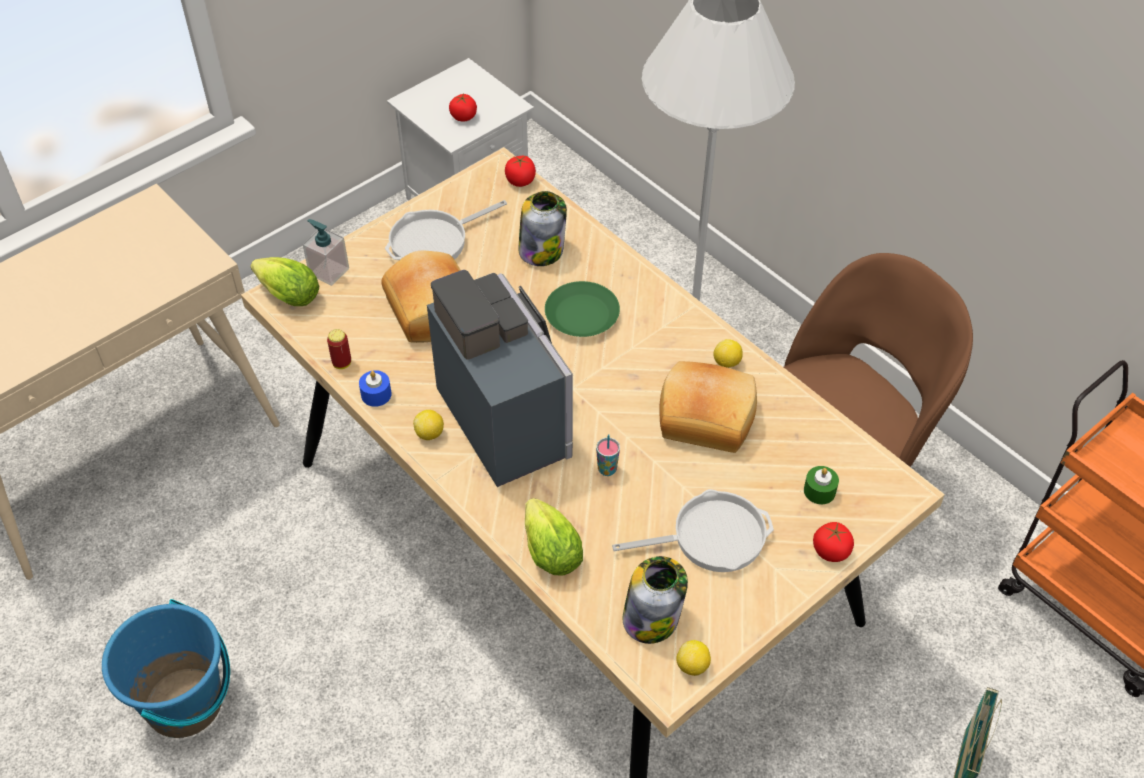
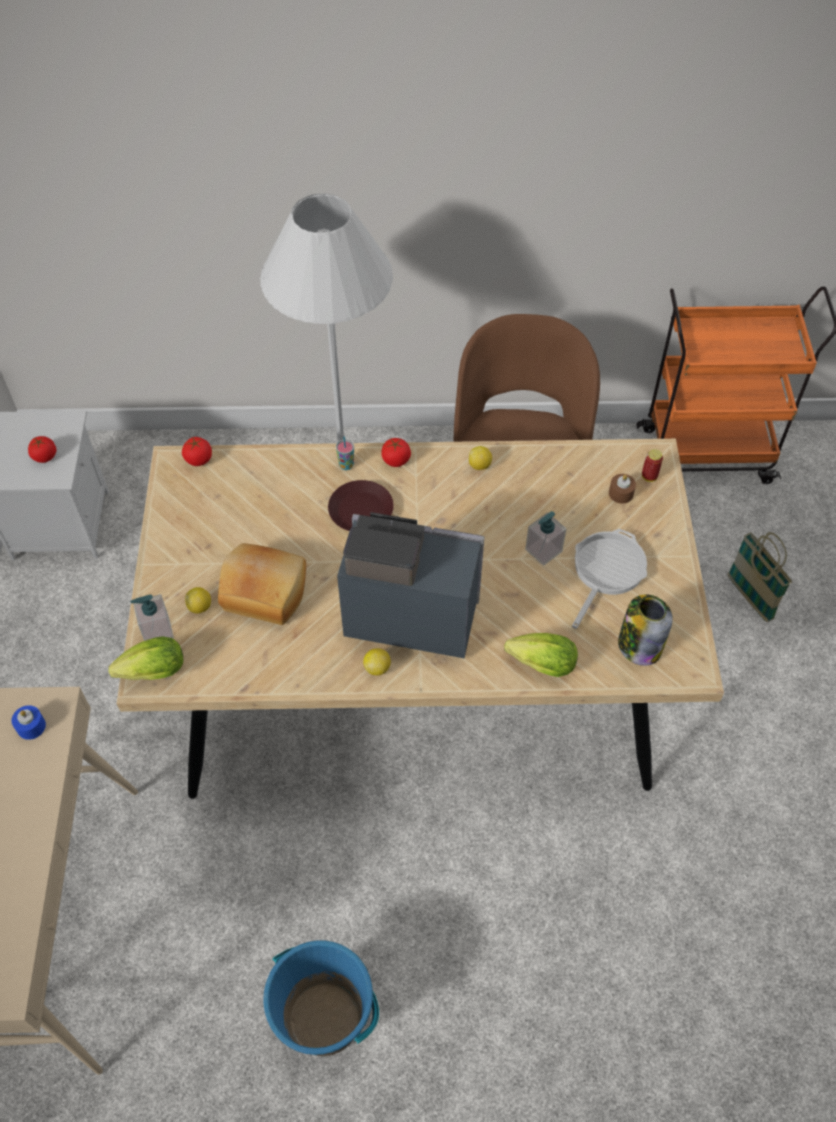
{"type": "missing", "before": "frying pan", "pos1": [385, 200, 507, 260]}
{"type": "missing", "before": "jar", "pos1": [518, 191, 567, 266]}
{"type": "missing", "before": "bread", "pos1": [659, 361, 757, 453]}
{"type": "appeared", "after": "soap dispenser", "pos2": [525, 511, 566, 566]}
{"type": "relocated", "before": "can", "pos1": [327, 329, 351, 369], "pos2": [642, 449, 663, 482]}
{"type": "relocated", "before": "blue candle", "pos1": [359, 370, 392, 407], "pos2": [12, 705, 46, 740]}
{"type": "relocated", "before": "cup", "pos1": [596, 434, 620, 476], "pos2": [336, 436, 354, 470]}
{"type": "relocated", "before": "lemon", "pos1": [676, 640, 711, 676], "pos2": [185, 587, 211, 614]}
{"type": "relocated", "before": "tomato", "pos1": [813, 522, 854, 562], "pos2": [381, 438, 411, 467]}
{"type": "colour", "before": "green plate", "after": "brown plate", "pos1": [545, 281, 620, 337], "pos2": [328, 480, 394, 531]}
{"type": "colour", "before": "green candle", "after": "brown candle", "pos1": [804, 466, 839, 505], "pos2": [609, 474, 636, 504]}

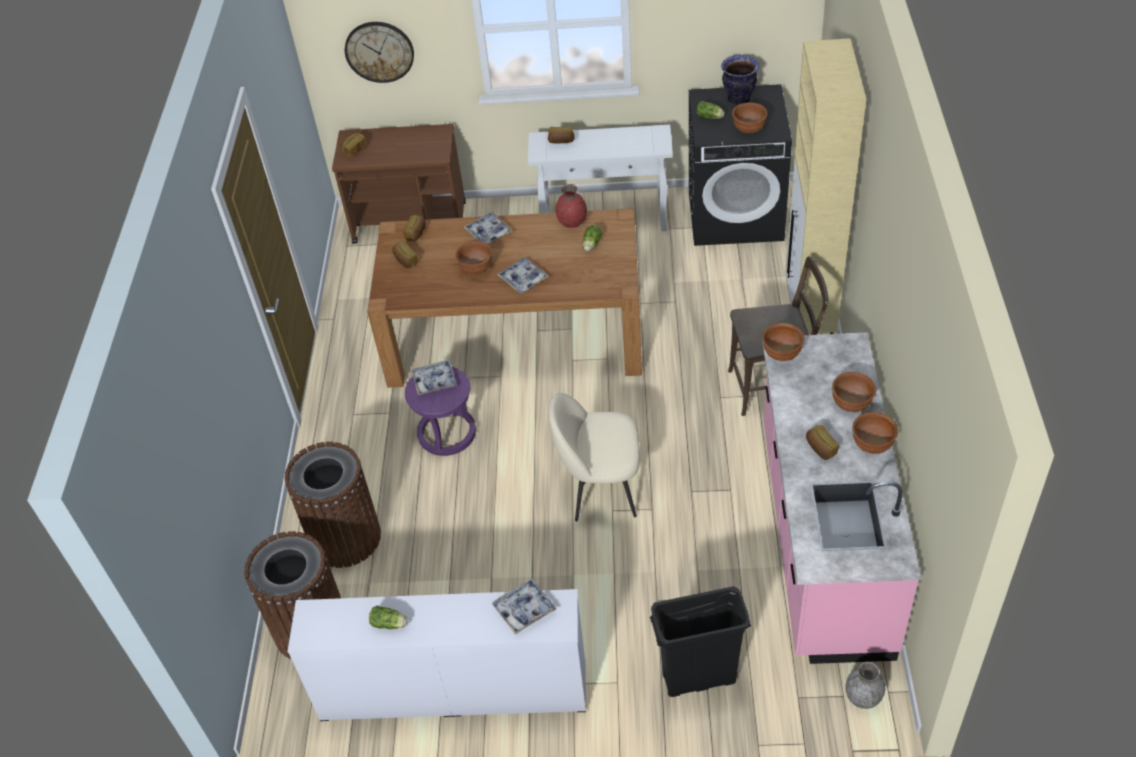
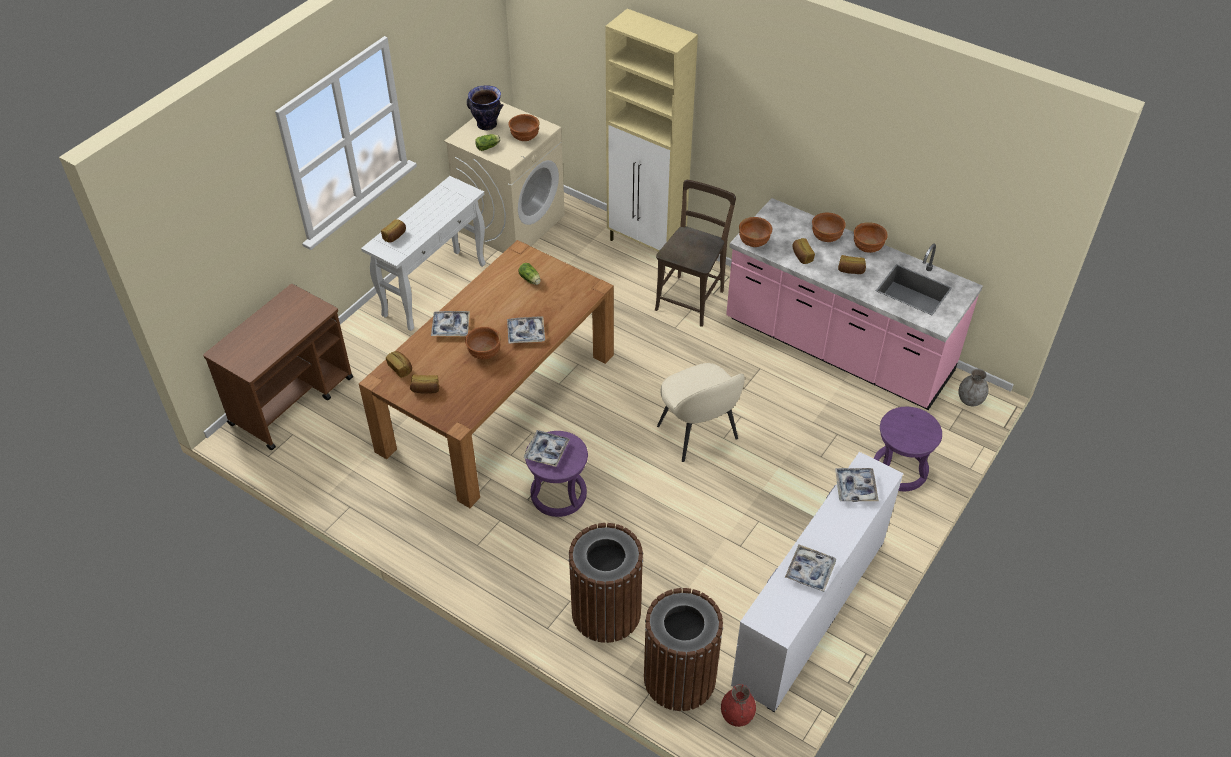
{"type": "missing", "before": "wall clock", "pos1": [345, 22, 414, 83]}
{"type": "relocated", "before": "bread", "pos1": [341, 133, 367, 157], "pos2": [792, 238, 815, 264]}
{"type": "relocated", "before": "red vase", "pos1": [556, 184, 587, 228], "pos2": [721, 684, 756, 727]}
{"type": "exchanged", "before": "lettuce", "after": "tray", "pos1": [369, 606, 408, 629], "pos2": [785, 545, 836, 592]}
{"type": "exchanged", "before": "black trash can", "after": "purple stool", "pos1": [650, 586, 751, 697], "pos2": [874, 407, 942, 491]}
{"type": "colour", "before": "black washing machine", "after": "beige washing machine", "pos1": [689, 84, 792, 246], "pos2": [444, 101, 565, 253]}
{"type": "spun", "before": "beige chair", "pos1": [549, 393, 640, 522], "pos2": [657, 363, 745, 462], "turn": -60}

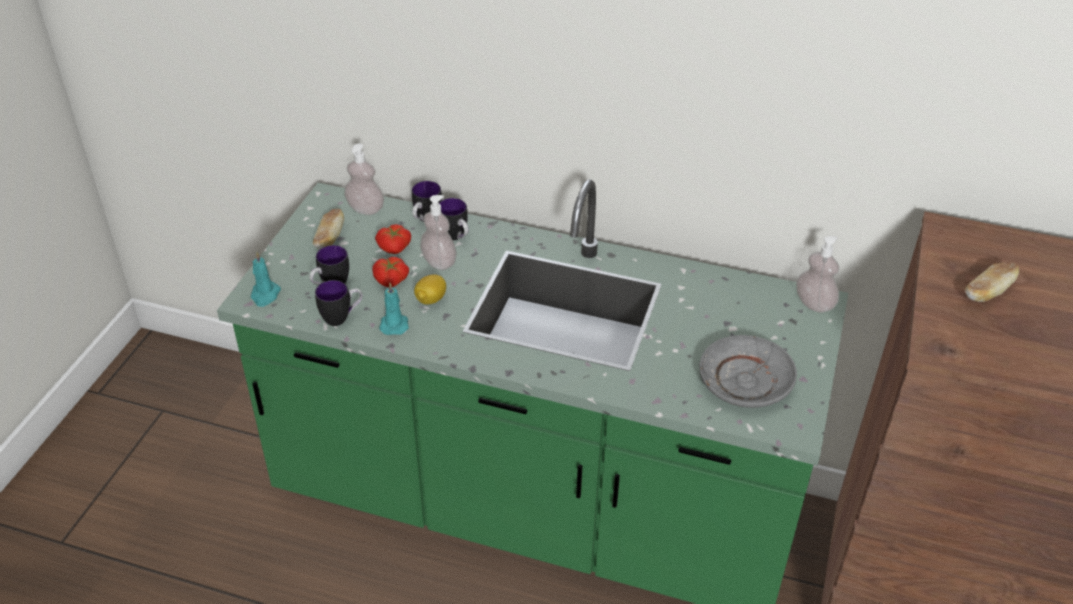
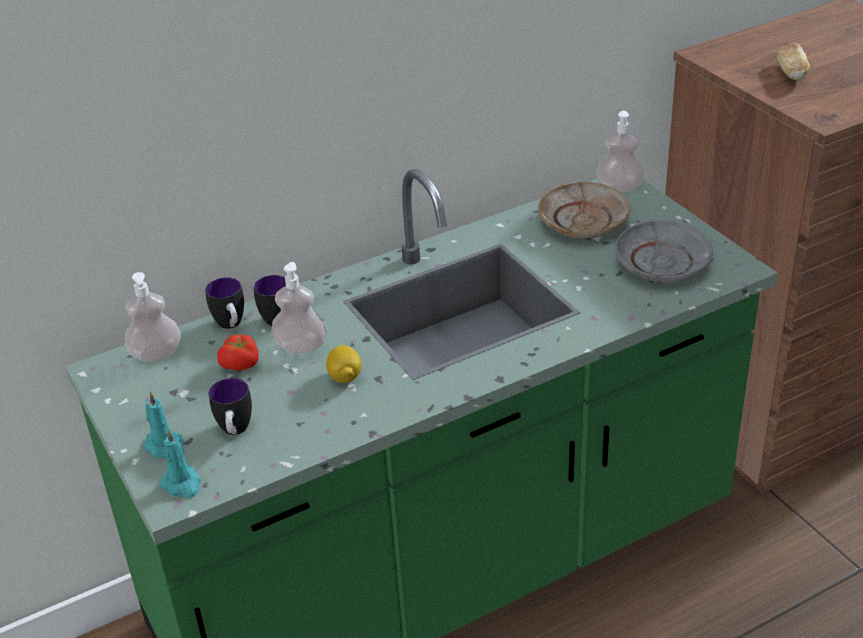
{"type": "missing", "before": "bread", "pos1": [313, 209, 344, 249]}
{"type": "missing", "before": "mug", "pos1": [315, 280, 363, 326]}
{"type": "missing", "before": "tomato", "pos1": [372, 257, 409, 287]}
{"type": "appeared", "after": "beige plate", "pos2": [538, 182, 630, 238]}
{"type": "relocated", "before": "turquoise candle", "pos1": [379, 283, 409, 335], "pos2": [144, 391, 184, 458]}

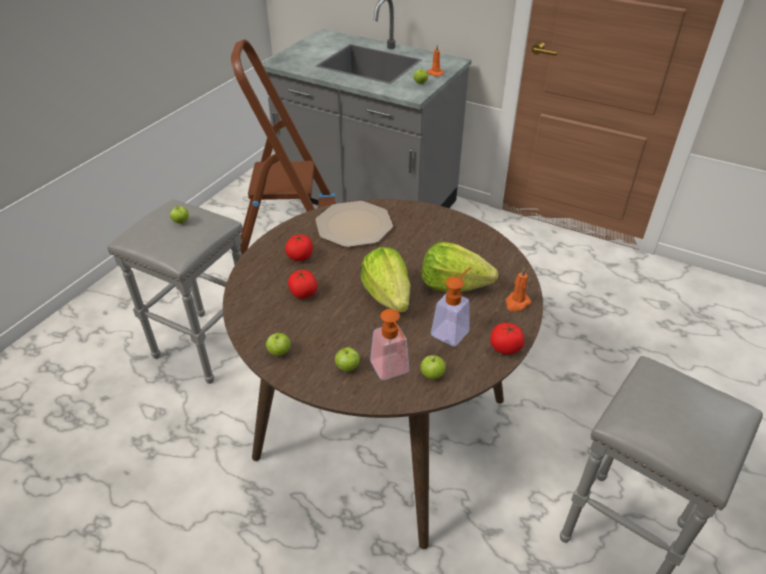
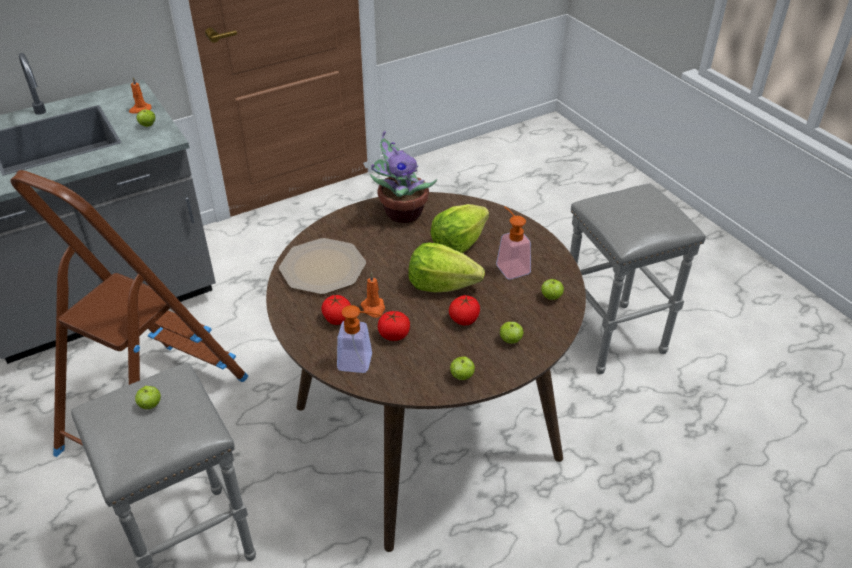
{"type": "appeared", "after": "potted plant", "pos2": [370, 131, 437, 223]}
{"type": "relocated", "before": "soap dispenser", "pos1": [370, 309, 409, 380], "pos2": [337, 305, 382, 373]}
{"type": "relocated", "before": "tomato", "pos1": [490, 323, 525, 355], "pos2": [449, 295, 480, 325]}
{"type": "relocated", "before": "orange candle", "pos1": [505, 267, 531, 311], "pos2": [361, 273, 385, 318]}

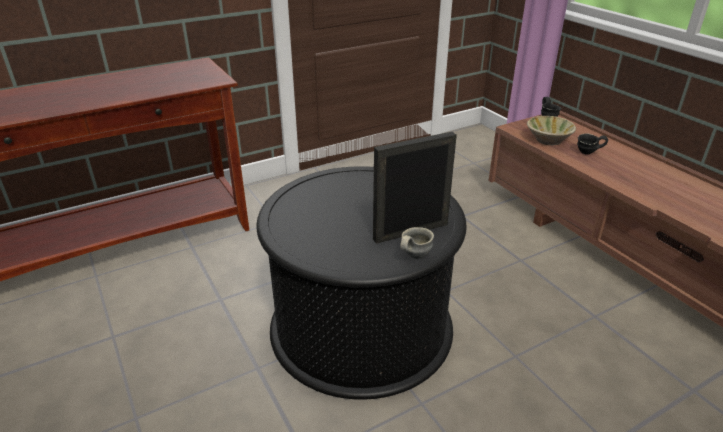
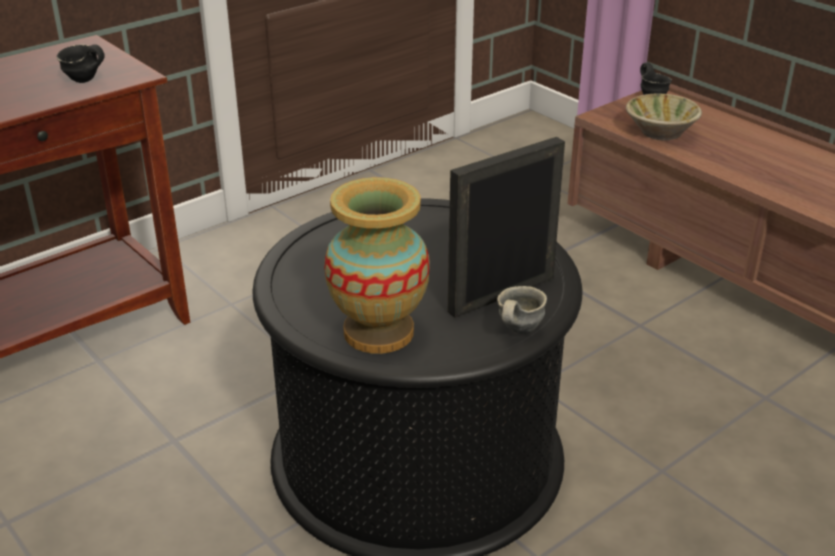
{"type": "appeared", "after": "vase", "pos2": [324, 177, 430, 354]}
{"type": "relocated", "before": "black mug", "pos1": [577, 133, 608, 155], "pos2": [57, 44, 104, 83]}

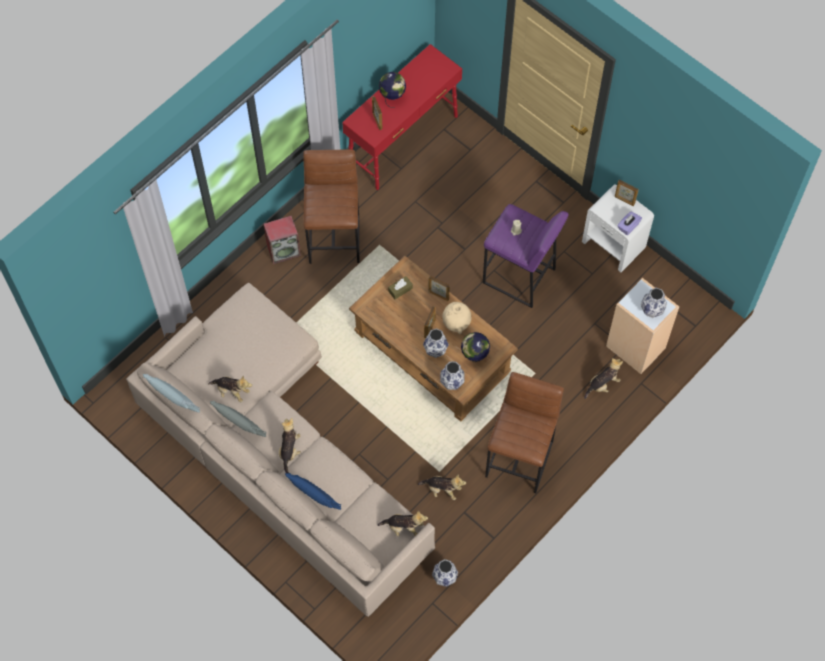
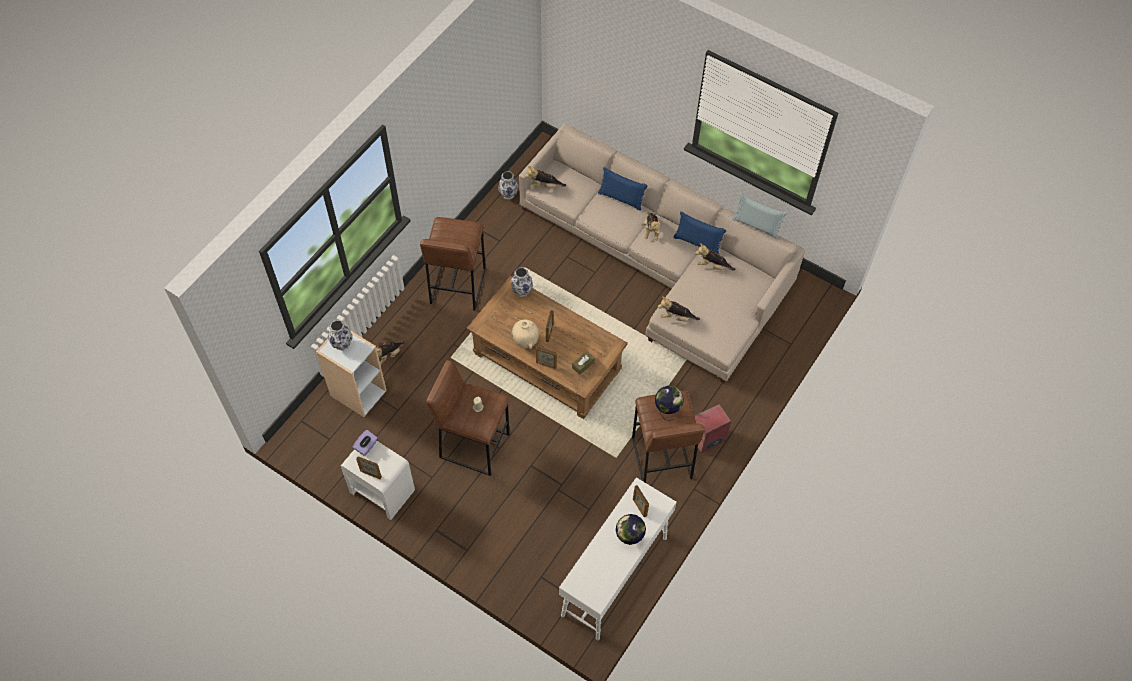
{"type": "missing", "before": "vase", "pos1": [423, 328, 449, 358]}
{"type": "relocated", "before": "plush toy", "pos1": [418, 475, 466, 500], "pos2": [658, 296, 700, 321]}
{"type": "relocated", "before": "globe", "pos1": [461, 332, 490, 363], "pos2": [655, 386, 683, 421]}
{"type": "colour", "before": "grey pillow", "after": "blue pillow", "pos1": [210, 401, 266, 437], "pos2": [673, 212, 726, 254]}
{"type": "colour", "before": "red console table", "after": "white console table", "pos1": [342, 44, 462, 190], "pos2": [559, 477, 676, 640]}
{"type": "colour", "before": "purple stool", "after": "brown stool", "pos1": [483, 204, 568, 308], "pos2": [426, 360, 509, 476]}

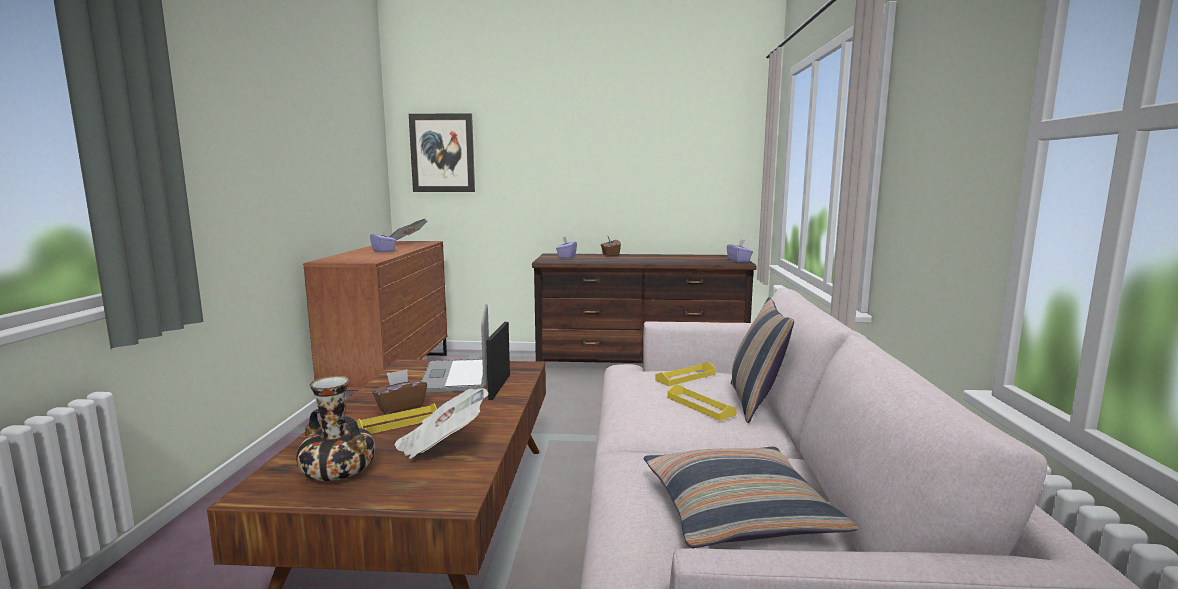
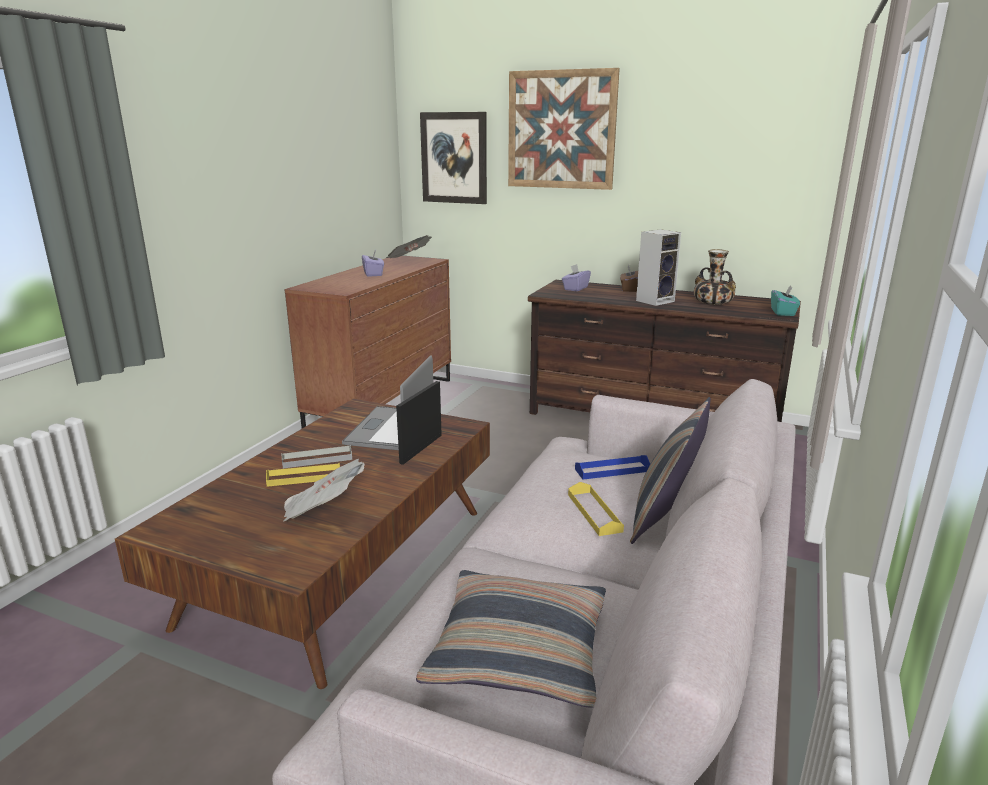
{"type": "appeared", "after": "picture", "pos2": [508, 68, 620, 190]}
{"type": "appeared", "after": "speaker", "pos2": [636, 229, 681, 306]}
{"type": "relocated", "before": "vase", "pos1": [296, 376, 375, 481], "pos2": [694, 249, 736, 305]}
{"type": "exchanged", "before": "brown tissue box", "after": "grey tray", "pos1": [372, 369, 427, 415], "pos2": [281, 445, 352, 468]}
{"type": "colour", "before": "yellow tray", "after": "blue tray", "pos1": [655, 362, 716, 386], "pos2": [575, 455, 650, 480]}
{"type": "colour", "before": "purple tissue box", "after": "turquoise tissue box", "pos1": [727, 240, 753, 262], "pos2": [771, 286, 800, 316]}

